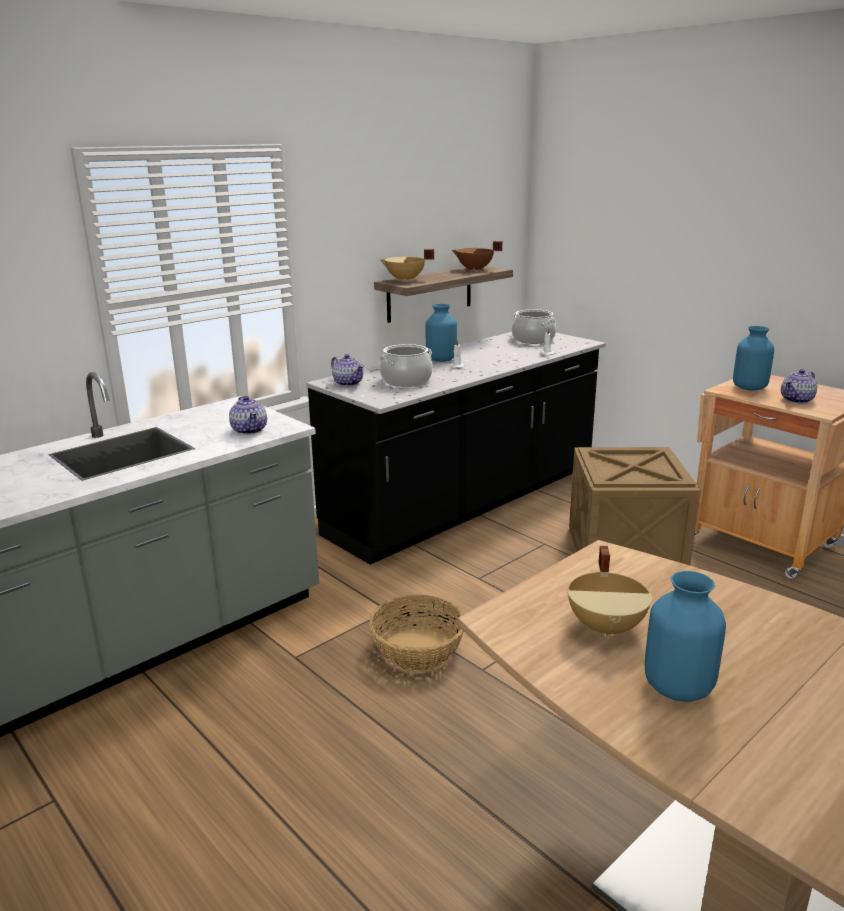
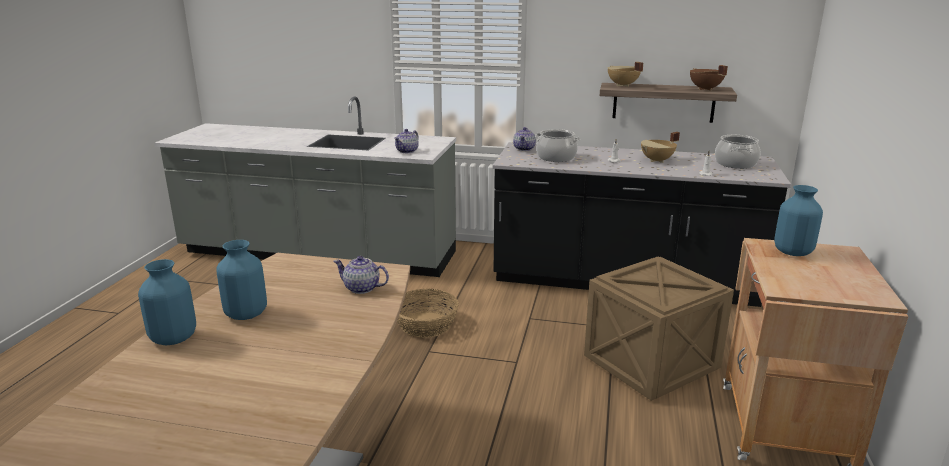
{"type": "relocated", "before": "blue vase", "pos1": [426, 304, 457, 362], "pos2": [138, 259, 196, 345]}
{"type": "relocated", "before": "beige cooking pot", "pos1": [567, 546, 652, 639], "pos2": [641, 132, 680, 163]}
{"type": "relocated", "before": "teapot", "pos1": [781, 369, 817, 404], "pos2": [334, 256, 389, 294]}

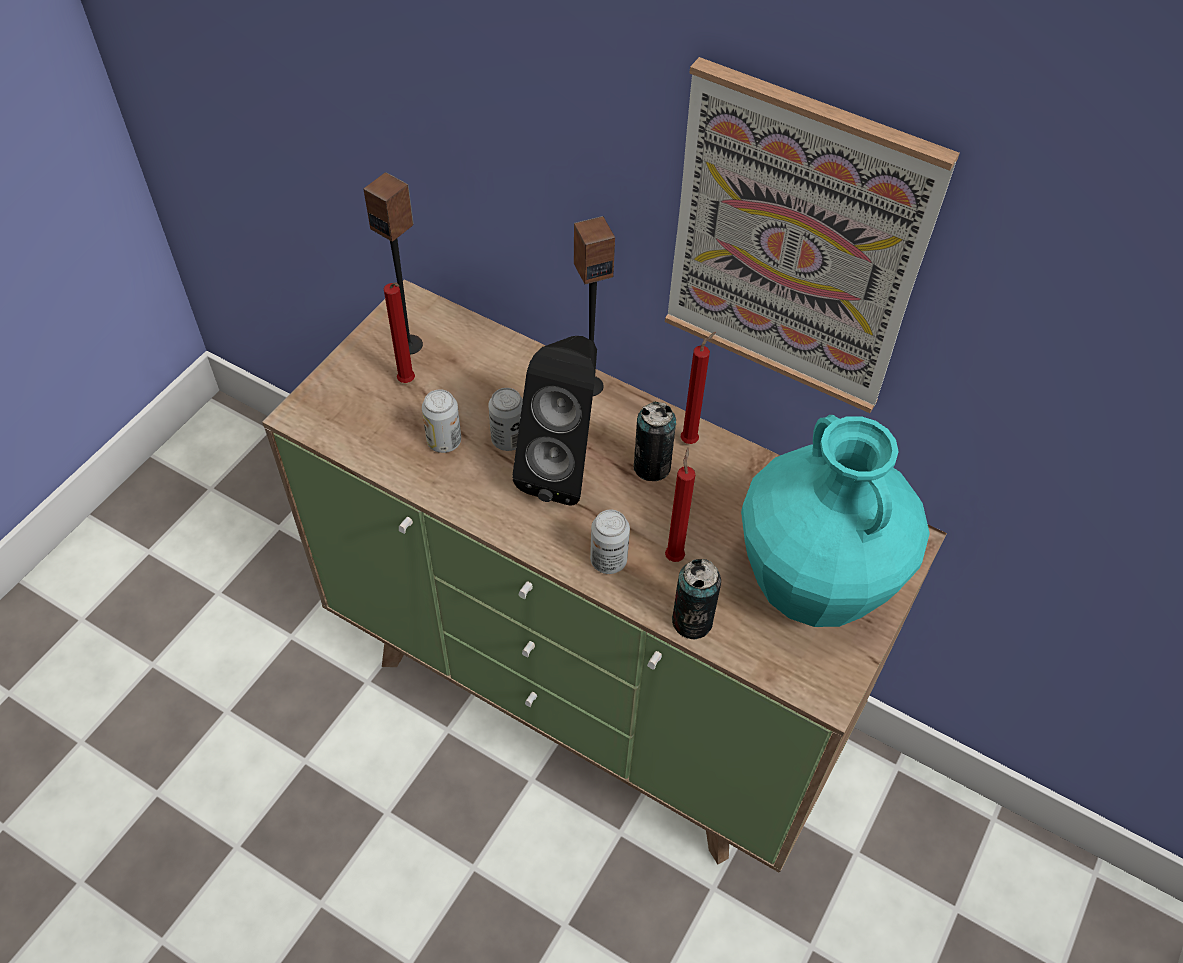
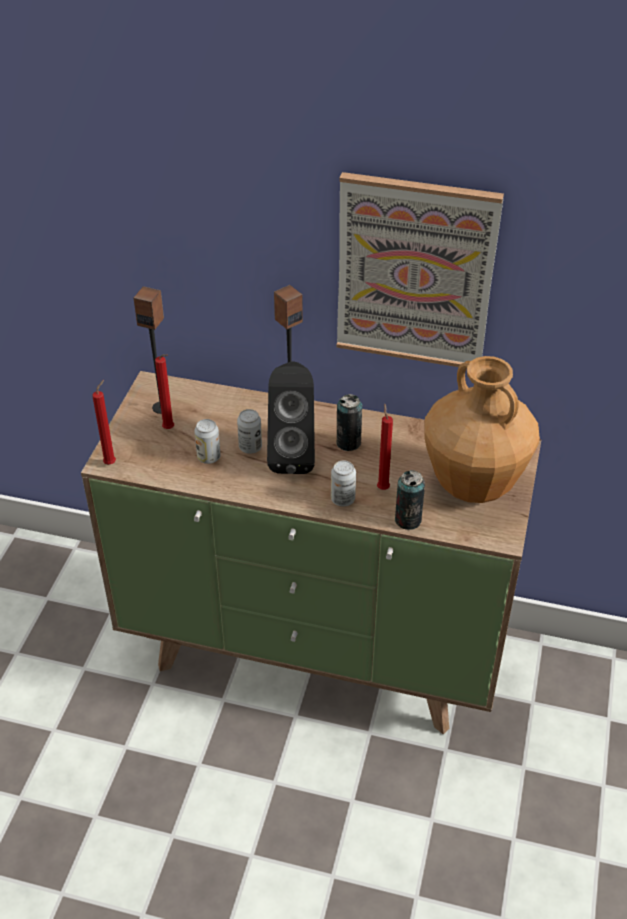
{"type": "relocated", "before": "red candle", "pos1": [681, 332, 716, 444], "pos2": [92, 380, 116, 464]}
{"type": "colour", "before": "turquoise vase", "after": "brown vase", "pos1": [741, 415, 930, 627], "pos2": [424, 356, 540, 503]}

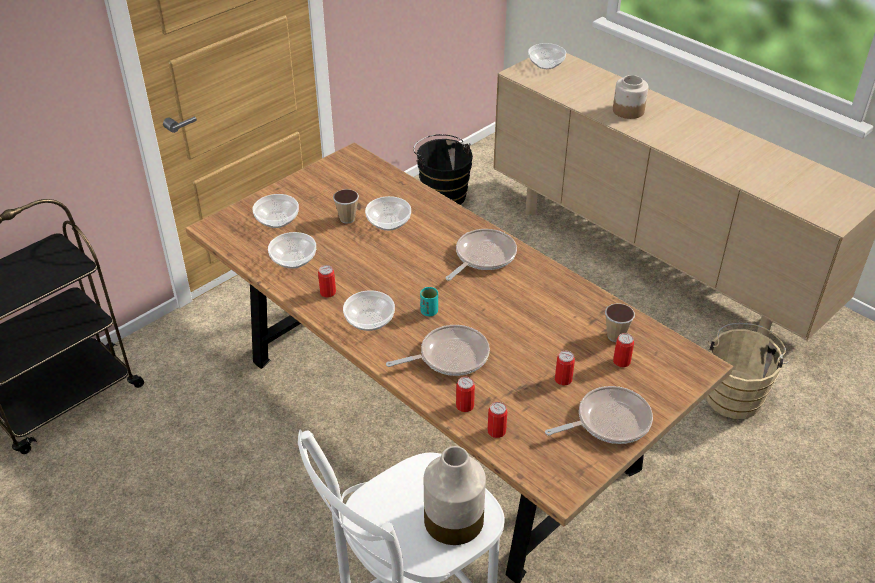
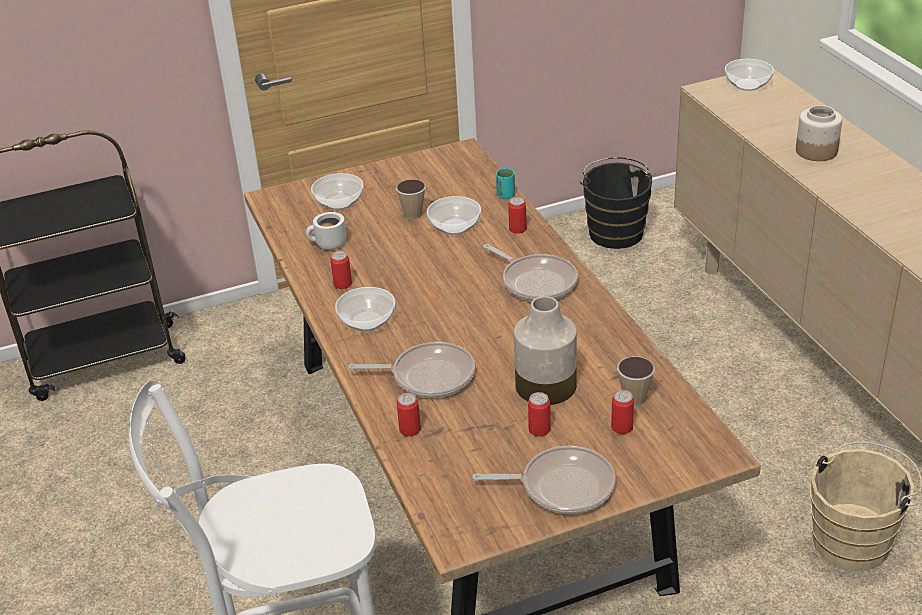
{"type": "relocated", "before": "turquoise cup", "pos1": [420, 287, 438, 316], "pos2": [496, 168, 515, 199]}
{"type": "relocated", "before": "beige vase", "pos1": [424, 446, 486, 545], "pos2": [514, 296, 577, 405]}
{"type": "relocated", "before": "can", "pos1": [488, 402, 507, 438], "pos2": [508, 197, 527, 234]}
{"type": "exchanged", "before": "bowl", "after": "white mug", "pos1": [268, 232, 316, 269], "pos2": [306, 212, 346, 250]}
{"type": "spun", "before": "frying pan", "pos1": [445, 229, 517, 281], "pos2": [483, 244, 578, 301], "turn": 75}

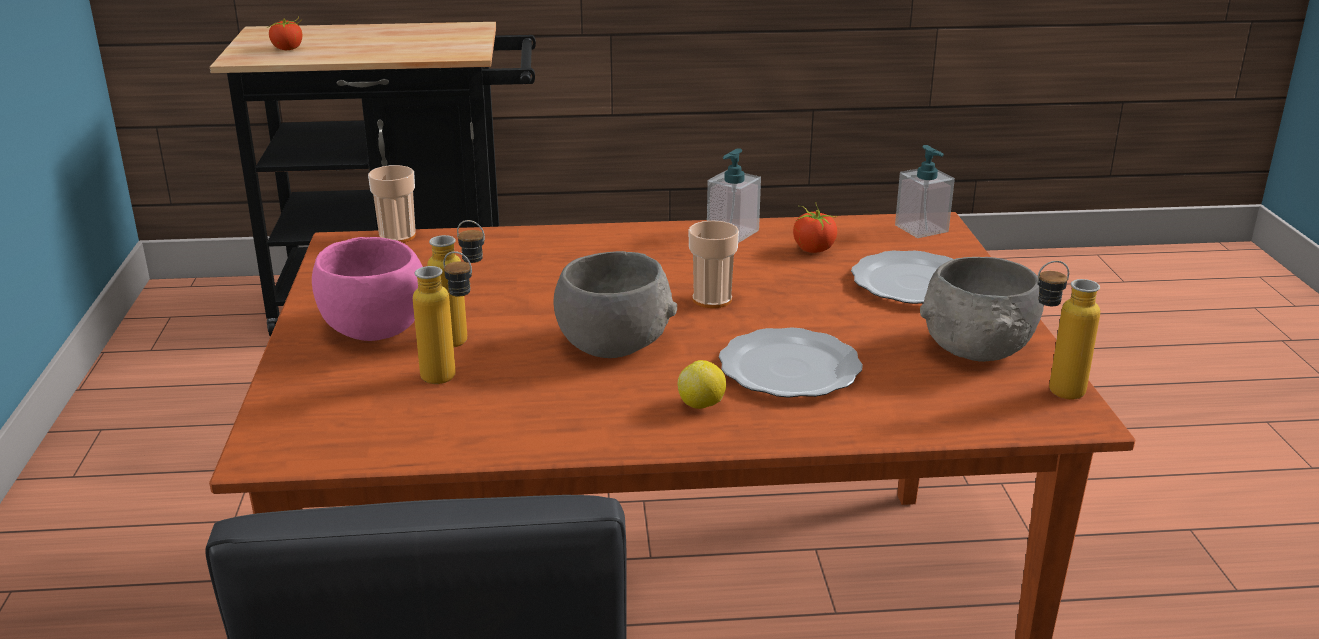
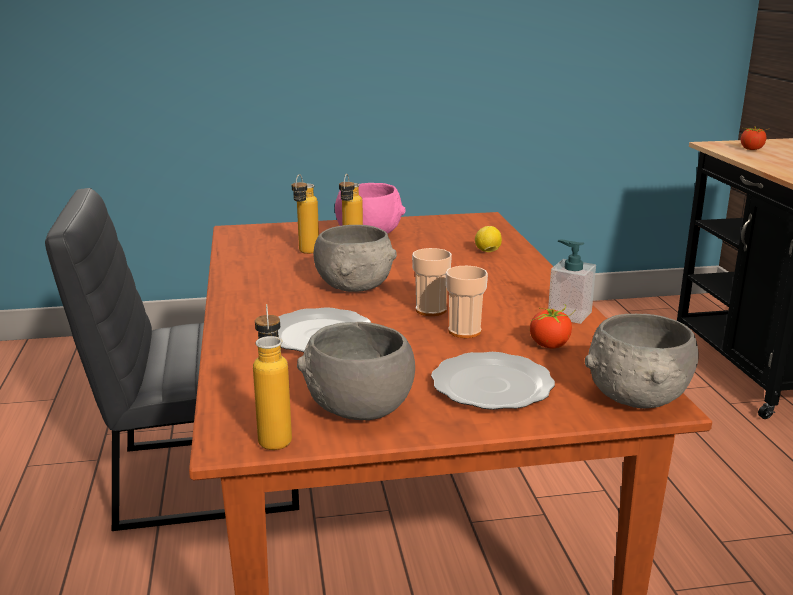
{"type": "relocated", "before": "cup", "pos1": [368, 165, 416, 243], "pos2": [446, 266, 488, 338]}
{"type": "relocated", "before": "lemon", "pos1": [678, 360, 726, 409], "pos2": [475, 226, 502, 252]}
{"type": "exchanged", "before": "soap dispenser", "after": "grey bowl", "pos1": [895, 145, 955, 238], "pos2": [585, 314, 699, 409]}

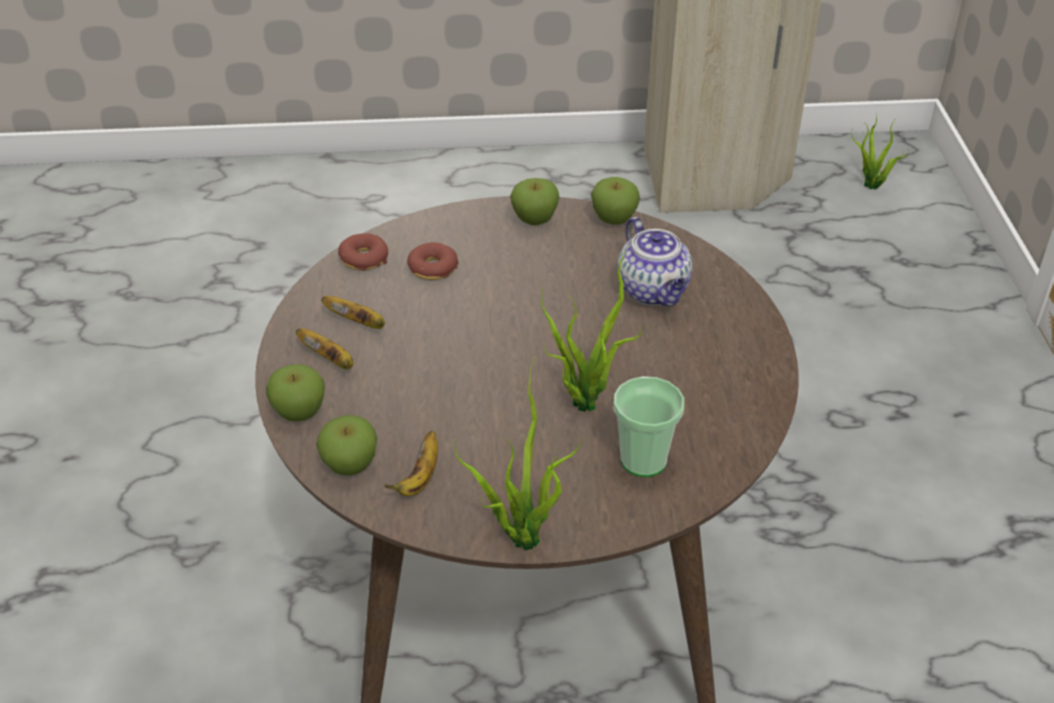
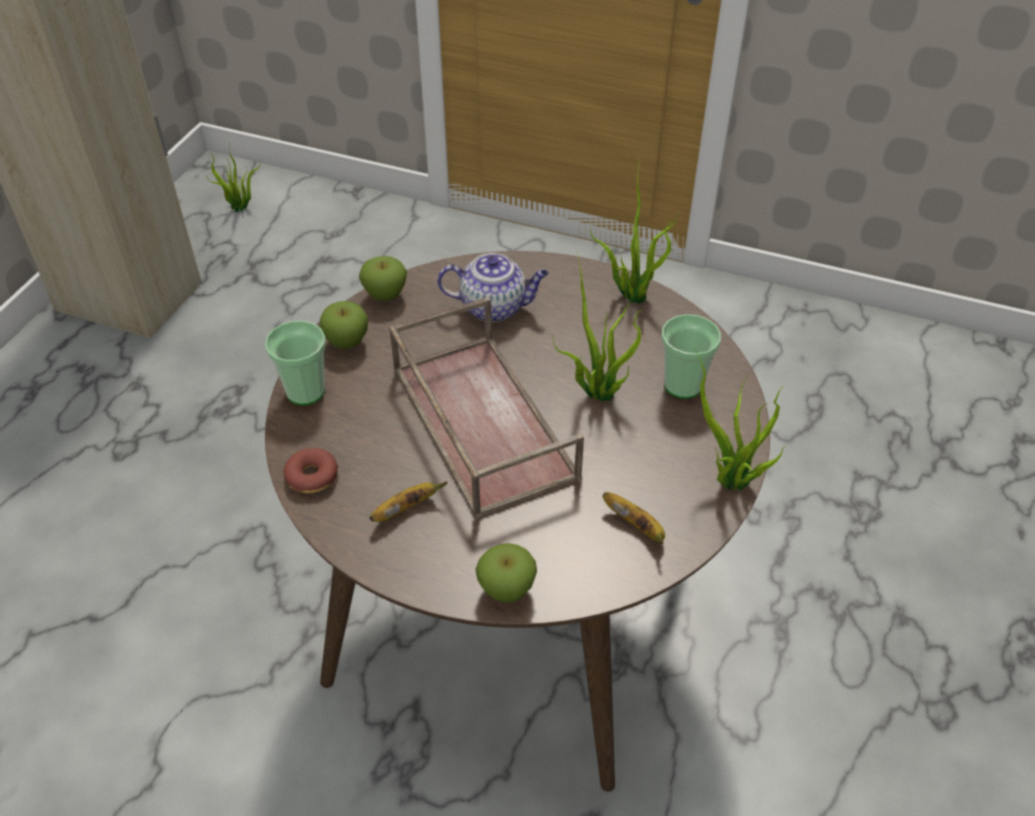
{"type": "missing", "before": "banana", "pos1": [296, 328, 353, 370]}
{"type": "missing", "before": "apple", "pos1": [316, 415, 377, 476]}
{"type": "missing", "before": "donut", "pos1": [407, 242, 459, 280]}
{"type": "appeared", "after": "cup", "pos2": [265, 321, 326, 405]}
{"type": "appeared", "after": "brown tray", "pos2": [389, 297, 584, 519]}
{"type": "appeared", "after": "potted plant", "pos2": [590, 158, 680, 304]}

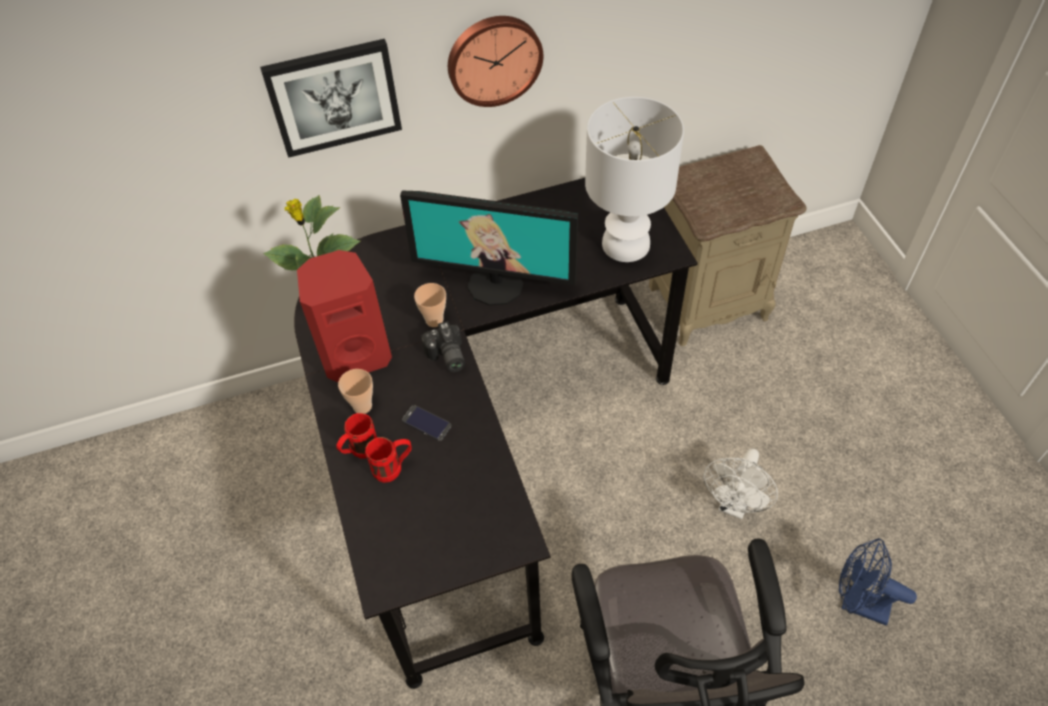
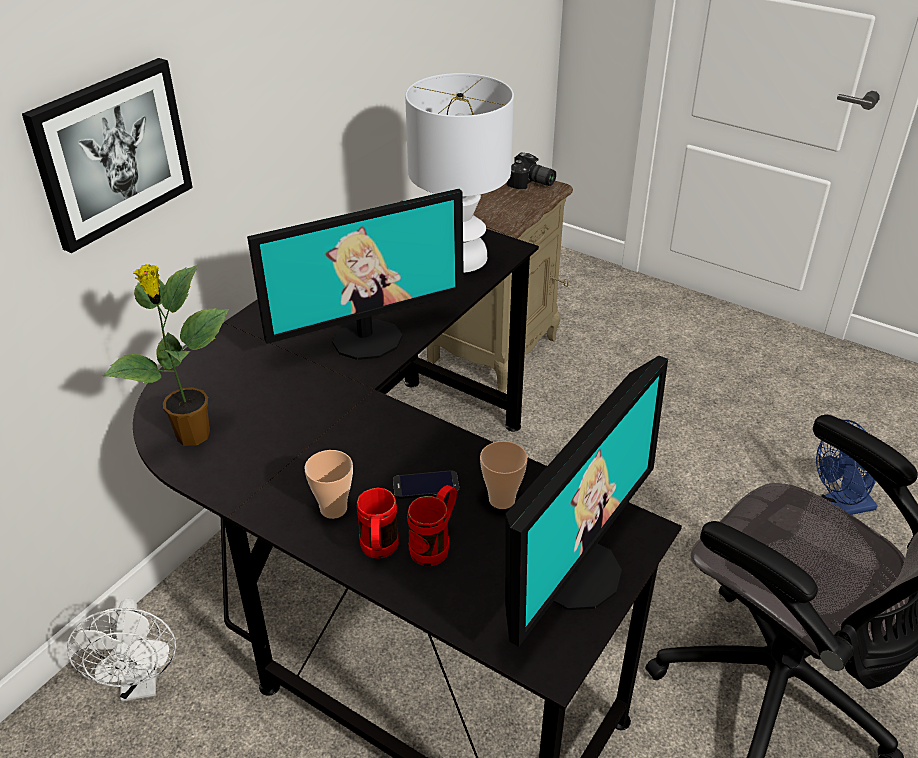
{"type": "missing", "before": "red speaker", "pos1": [297, 250, 392, 382]}
{"type": "missing", "before": "wall clock", "pos1": [448, 16, 543, 107]}
{"type": "appeared", "after": "monitor", "pos2": [505, 356, 668, 647]}
{"type": "relocated", "before": "cup", "pos1": [414, 283, 446, 327], "pos2": [480, 441, 528, 509]}
{"type": "relocated", "before": "photo camera", "pos1": [421, 321, 465, 372], "pos2": [507, 152, 556, 189]}
{"type": "relocated", "before": "white fan", "pos1": [704, 448, 778, 520], "pos2": [67, 598, 176, 701]}

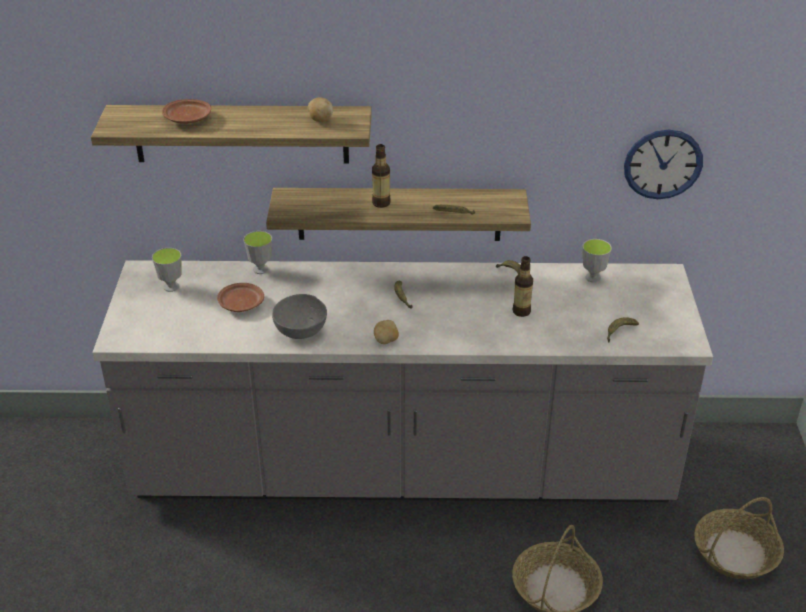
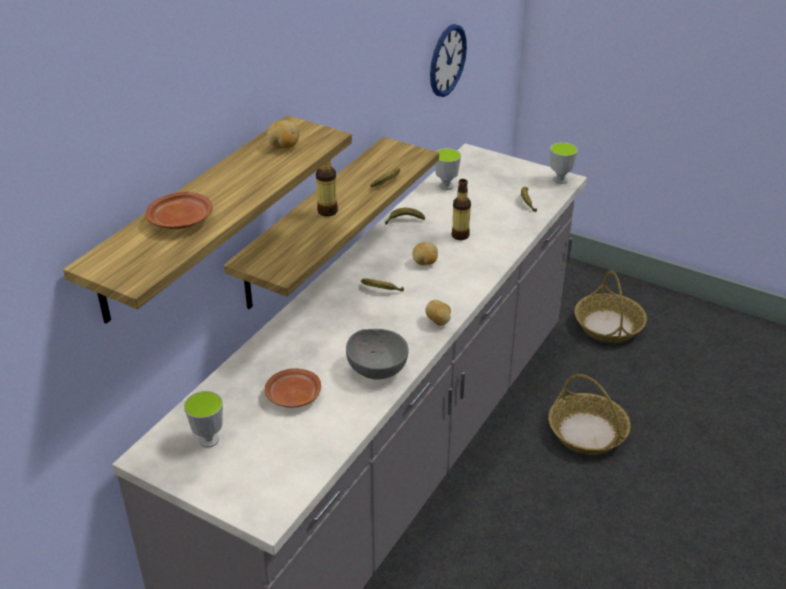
{"type": "appeared", "after": "potato", "pos2": [412, 242, 438, 265]}
{"type": "relocated", "before": "cup", "pos1": [243, 231, 272, 274], "pos2": [550, 142, 578, 184]}

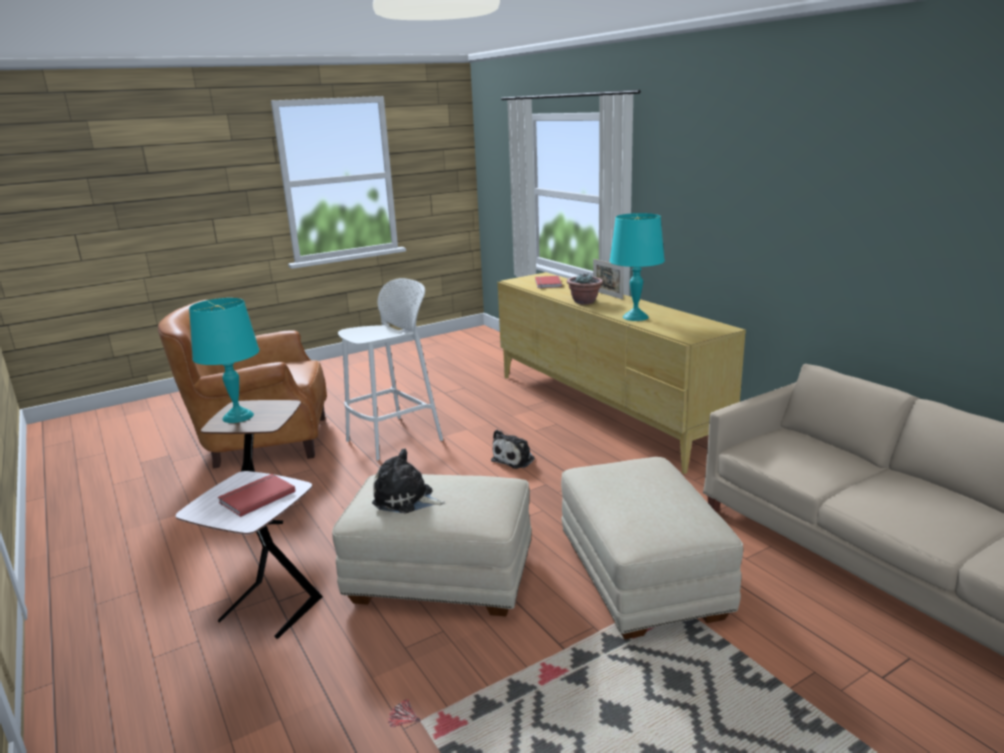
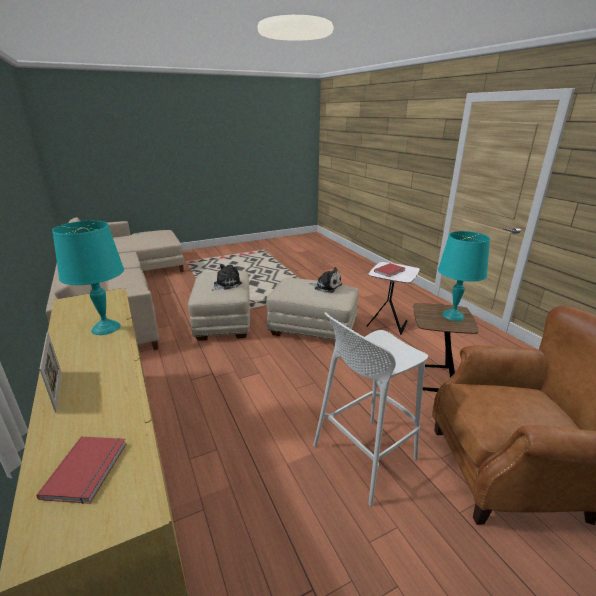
{"type": "missing", "before": "potted plant", "pos1": [567, 273, 603, 304]}
{"type": "relocated", "before": "plush toy", "pos1": [491, 430, 535, 469], "pos2": [212, 264, 242, 291]}

